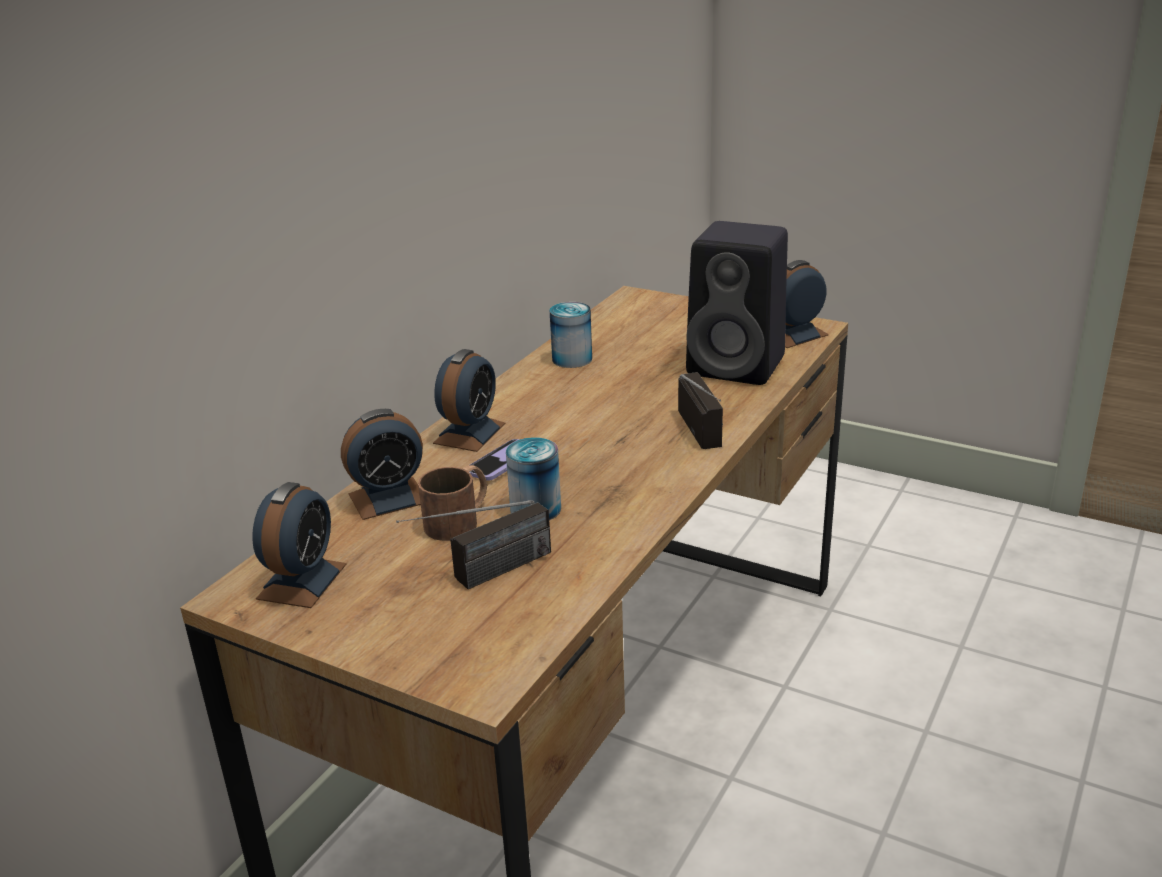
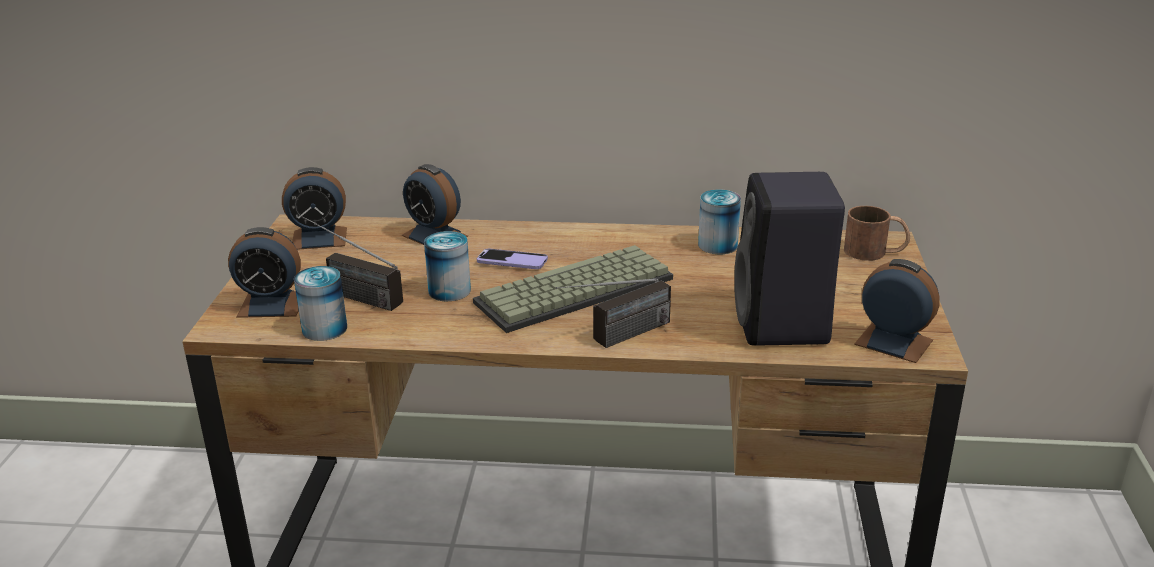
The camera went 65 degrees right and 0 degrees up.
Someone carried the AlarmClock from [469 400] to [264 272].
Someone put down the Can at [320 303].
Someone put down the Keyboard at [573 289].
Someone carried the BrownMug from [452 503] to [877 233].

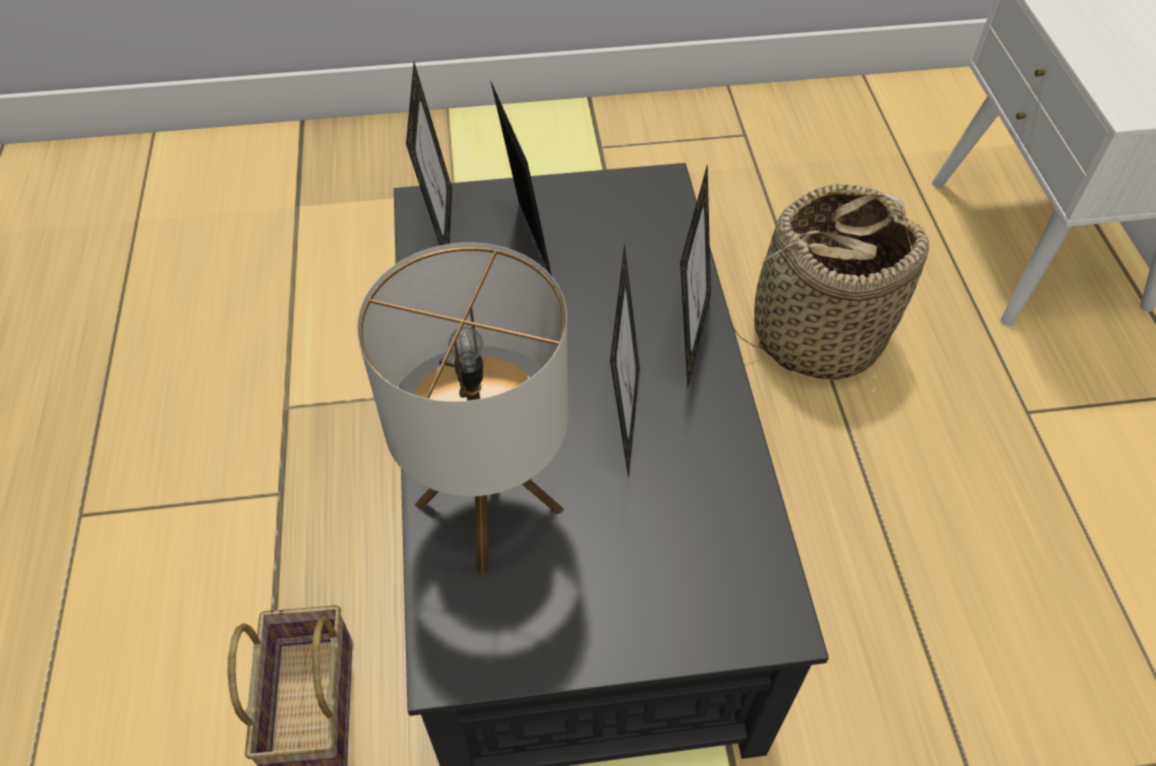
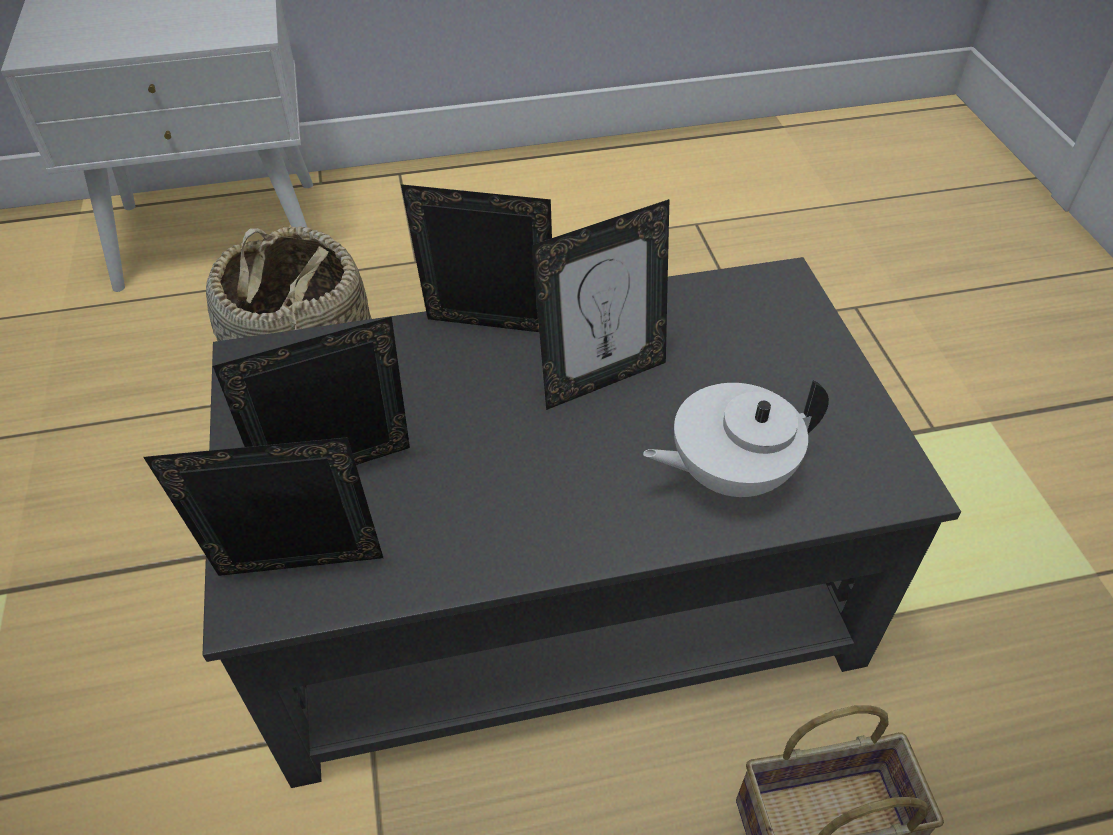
The camera went 95 degrees left and 5 degrees down.
Someone rotated the PictureFrame at [625 361] by 150 degrees clockwise.
Someone swapped the TableLamp at [462 408] for the WhiteTeapot at [736 438].

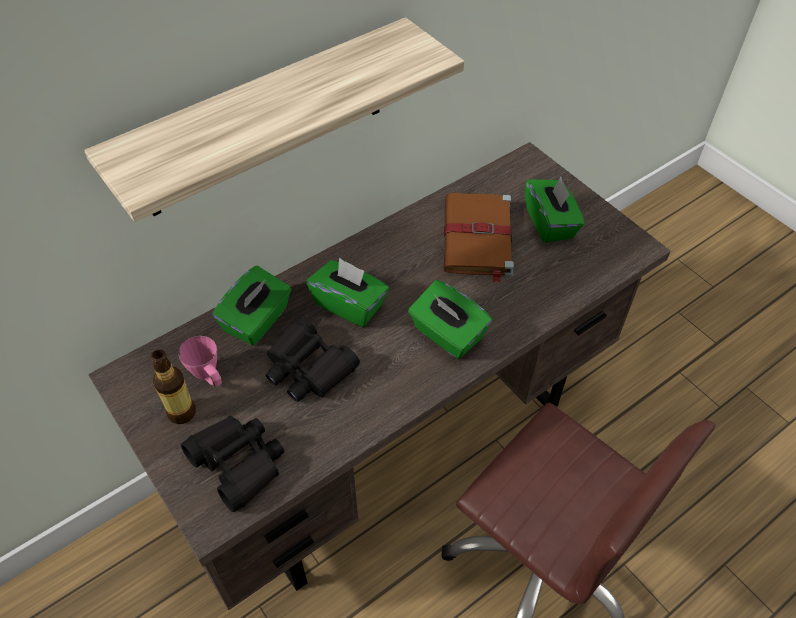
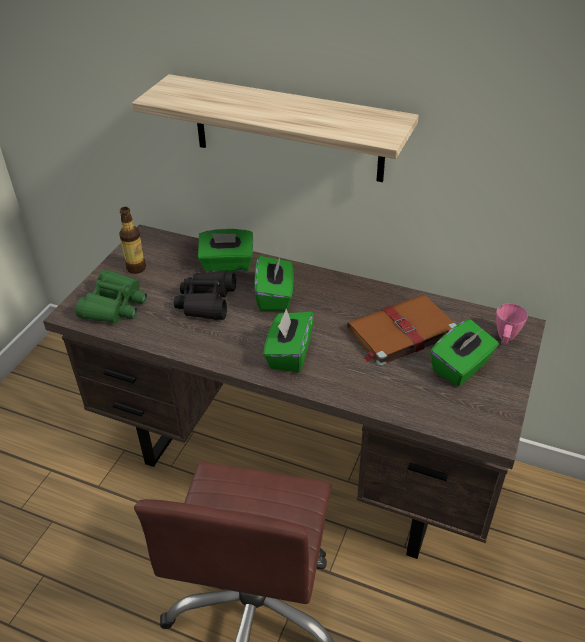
The camera went 60 degrees right and 10 degrees down.
Someone repainted the BlackBinoculars at [232 464], which became the GreenBinoculars at [111 297].
Someone carried the PinkMug from [200 361] to [512 323].

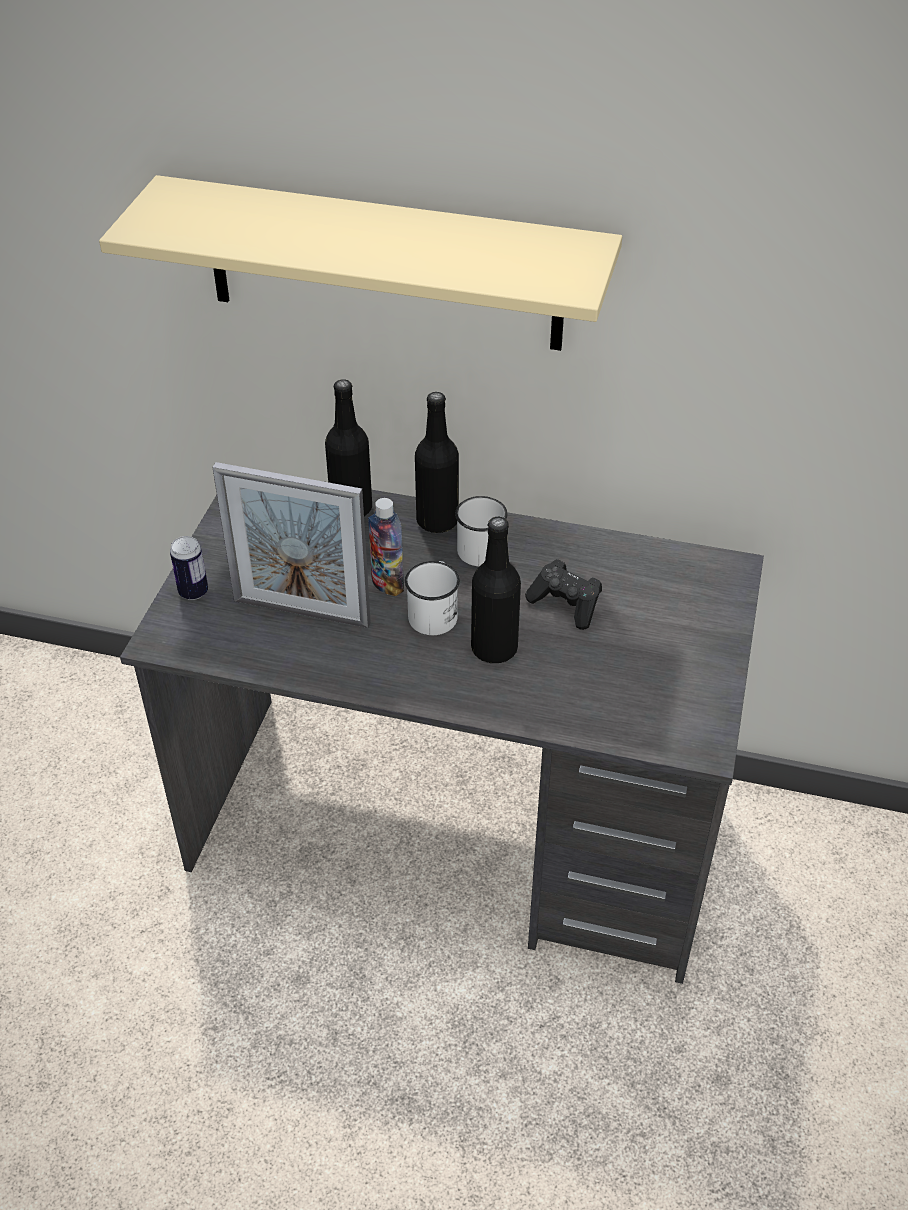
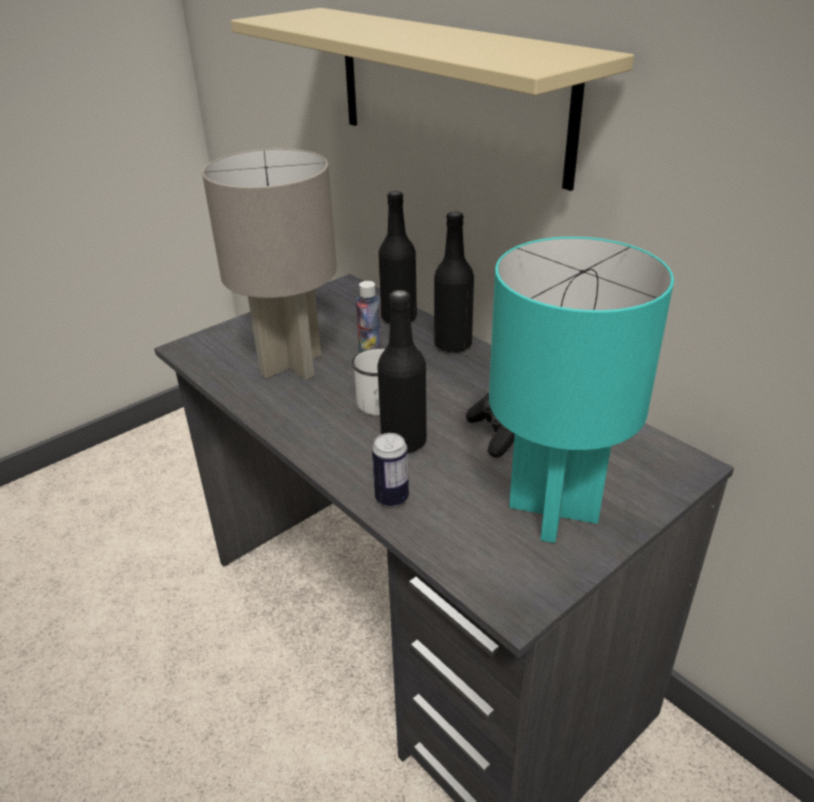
The camera went 35 degrees right and 10 degrees down.
Someone swapped the PictureFrame at [291 545] for the GreyTableLamp at [269 264].
Someone carried the Can from [189 568] to [390 470].
Someone put down the TurquoiseTableLamp at [581 390].
Someone took away the WhiteMug at [481 531].

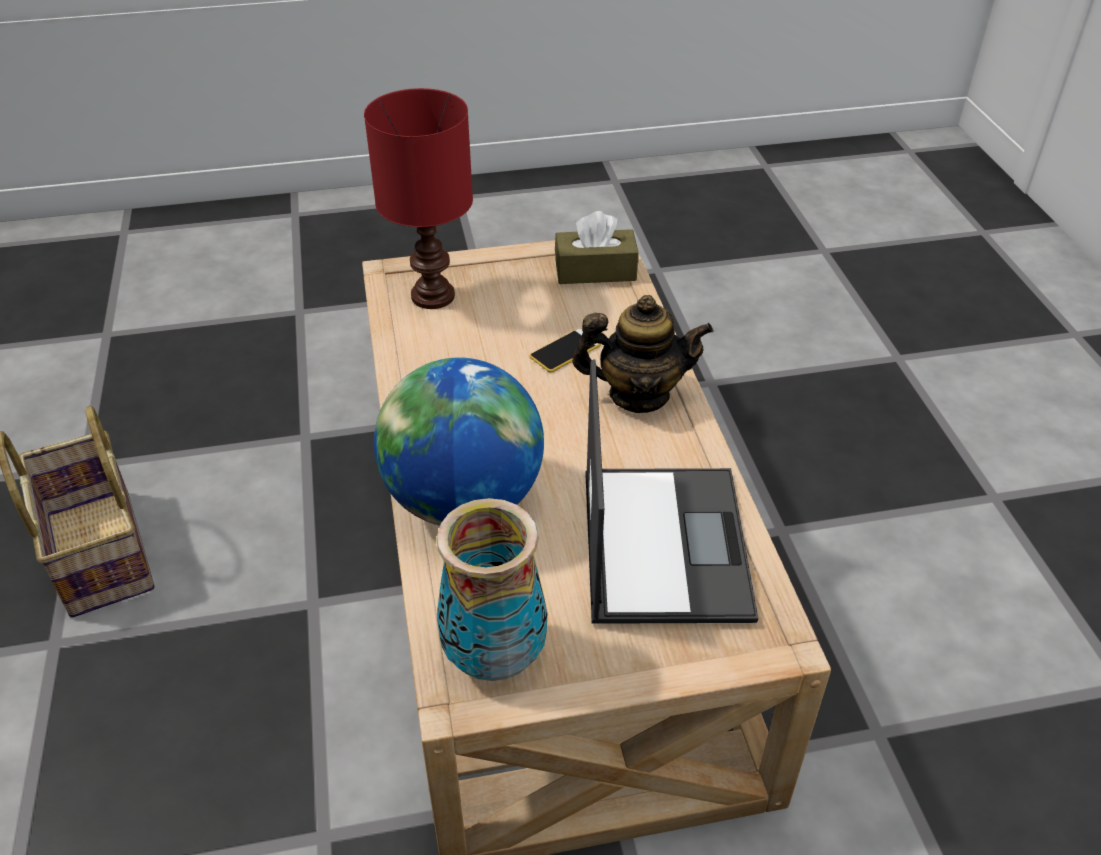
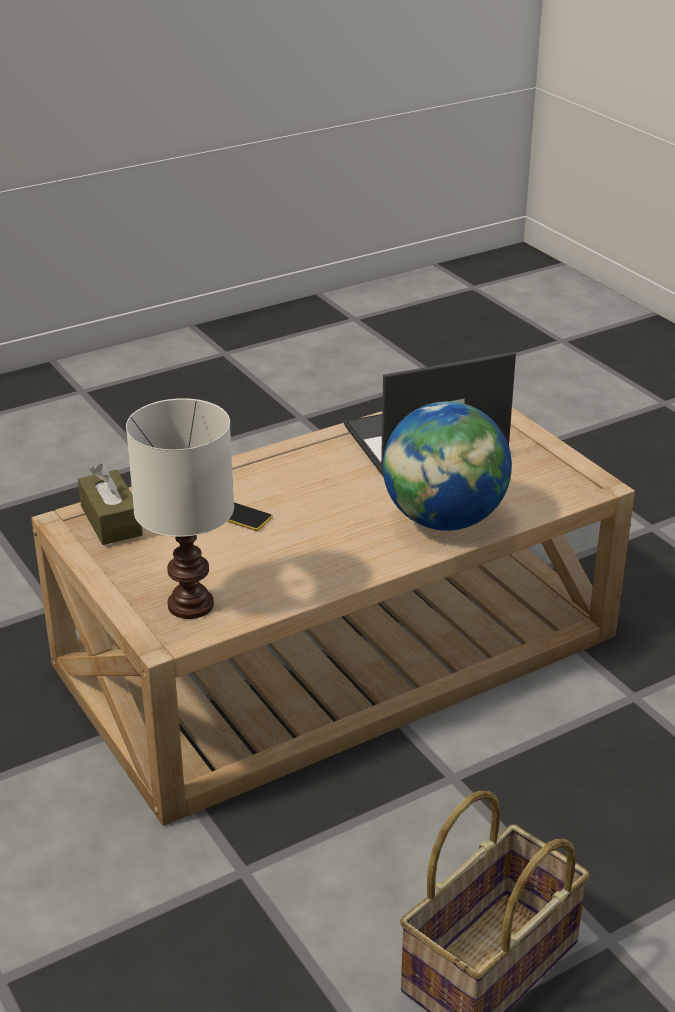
The camera went 110 degrees left and 10 degrees down.
Someone repainted the RedTableLamp at [418 198], which became the WhiteTableLamp at [180 508].
Someone took away the Vase at [491 589].
Someone took away the Teapot at [642 354].

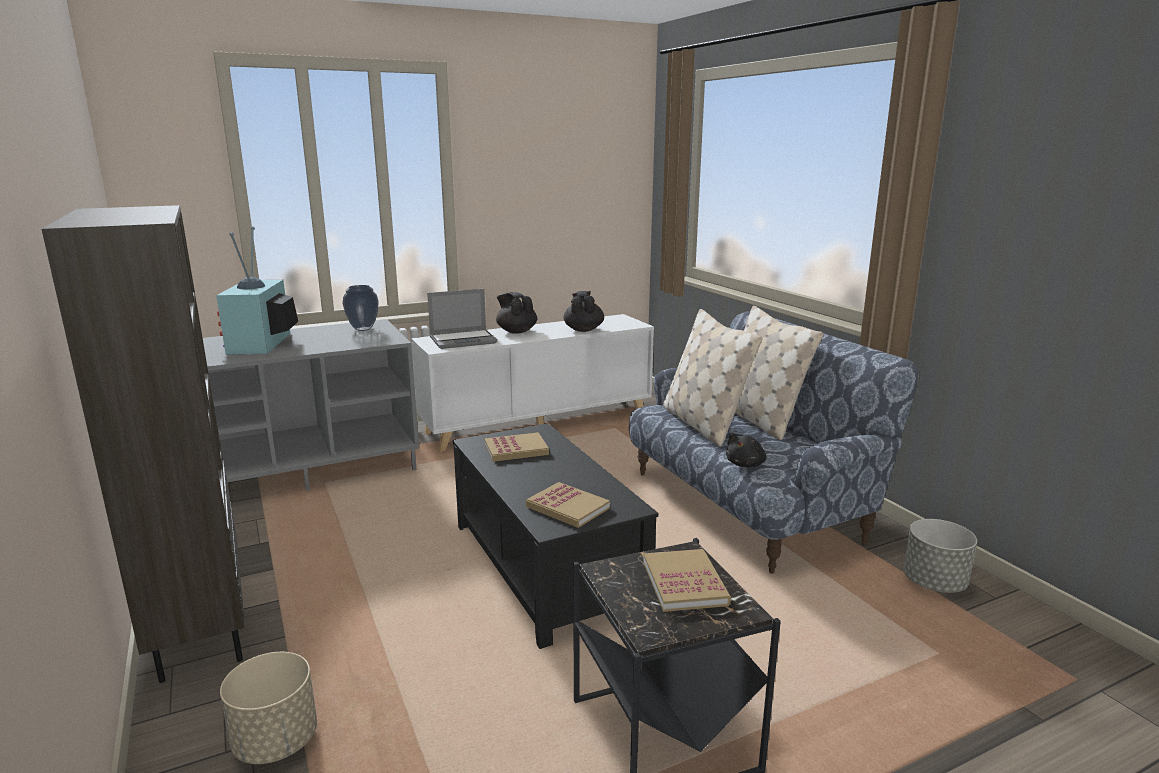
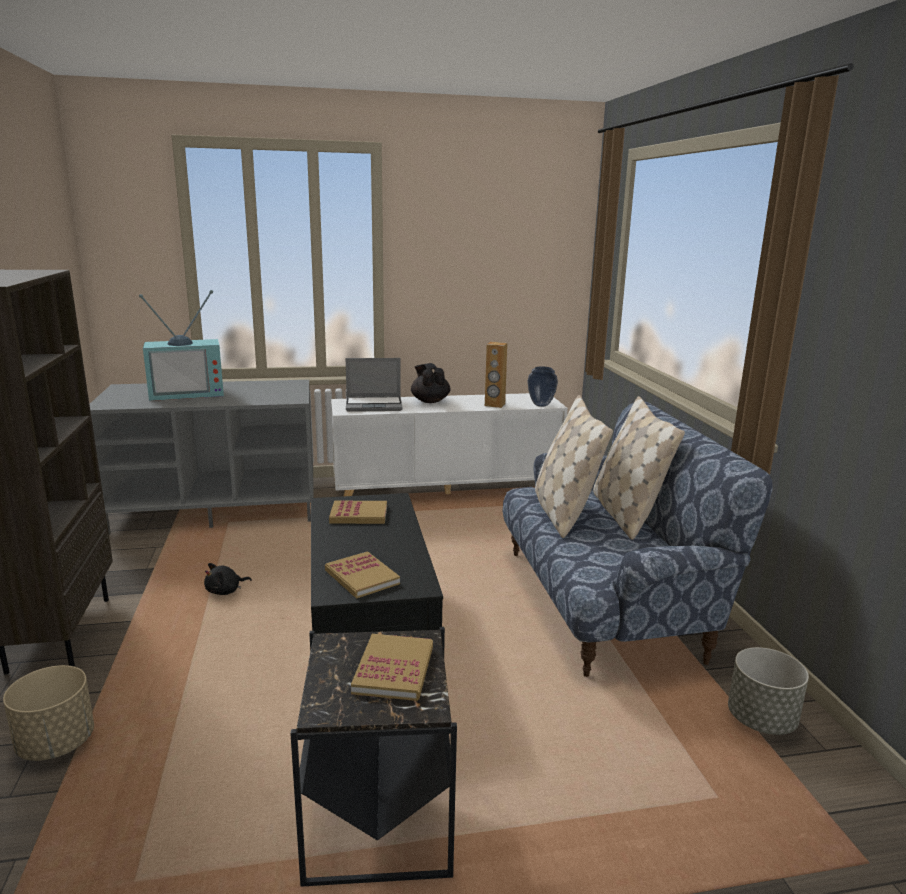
The camera went 15 degrees right and 0 degrees up.
Someone rotated the Television at [257 290] by 120 degrees counterclockwise.
Someone carried the BlackPlushToy from [746 450] to [228 579].
Someone swapped the BlackTeapot at [584 311] for the BrownSpeaker at [496 375].
Someone carried the Vase from [360 308] to [542 387].

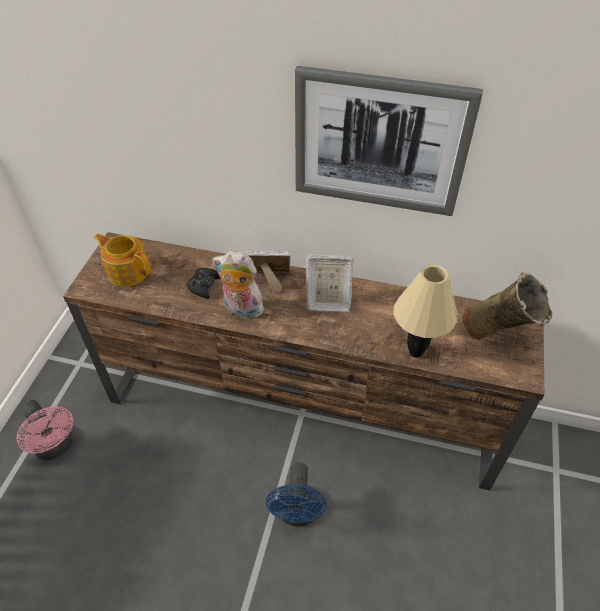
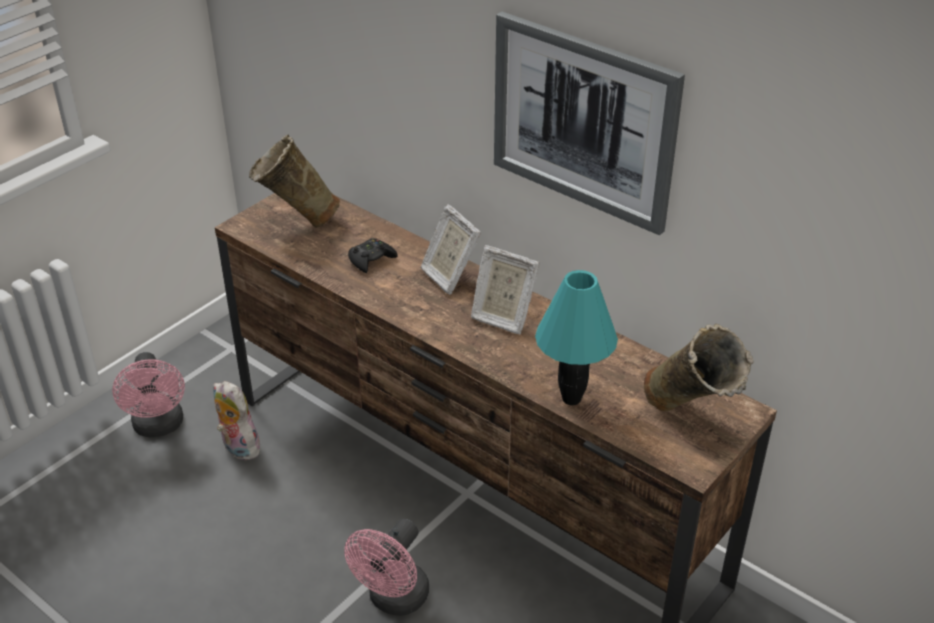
The camera went 25 degrees right and 10 degrees down.
Someone carried the PlushToy from [238 285] to [236 421].
Someone swapped the Teapot at [122 260] for the BeigeVase at [294 181].
Someone repainted the BlueFan at [296 494], which became the PinkFan at [386 567].
Someone rotated the PictureFrame at [268 272] by 150 degrees counterclockwise.
Someone repainted the BeigeTableLamp at [425 311], which became the TurquoiseTableLamp at [576 337].

